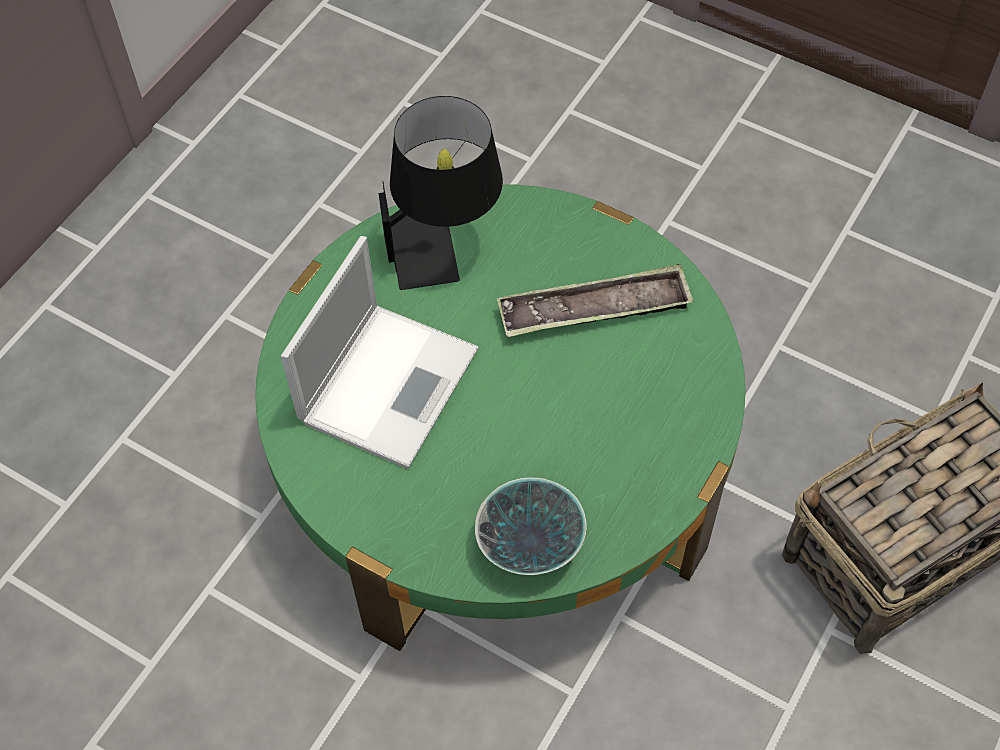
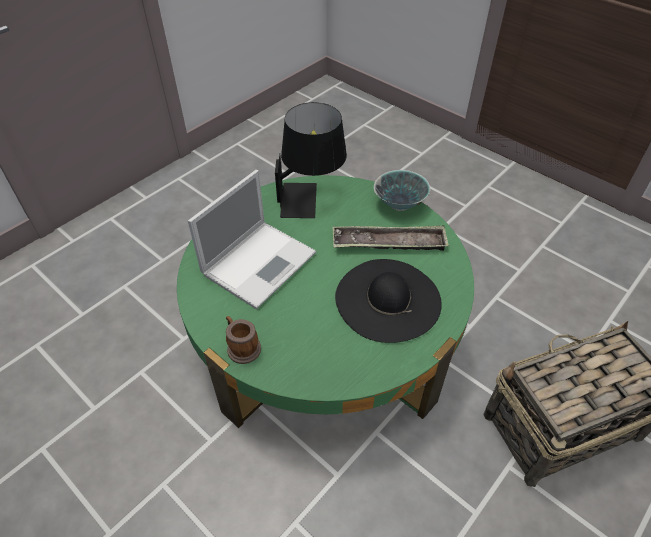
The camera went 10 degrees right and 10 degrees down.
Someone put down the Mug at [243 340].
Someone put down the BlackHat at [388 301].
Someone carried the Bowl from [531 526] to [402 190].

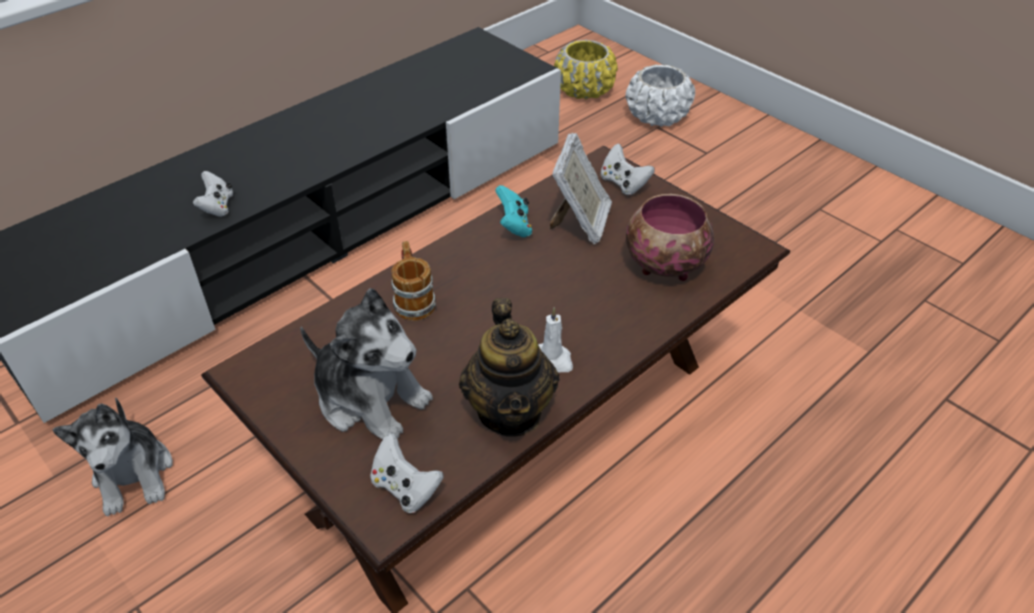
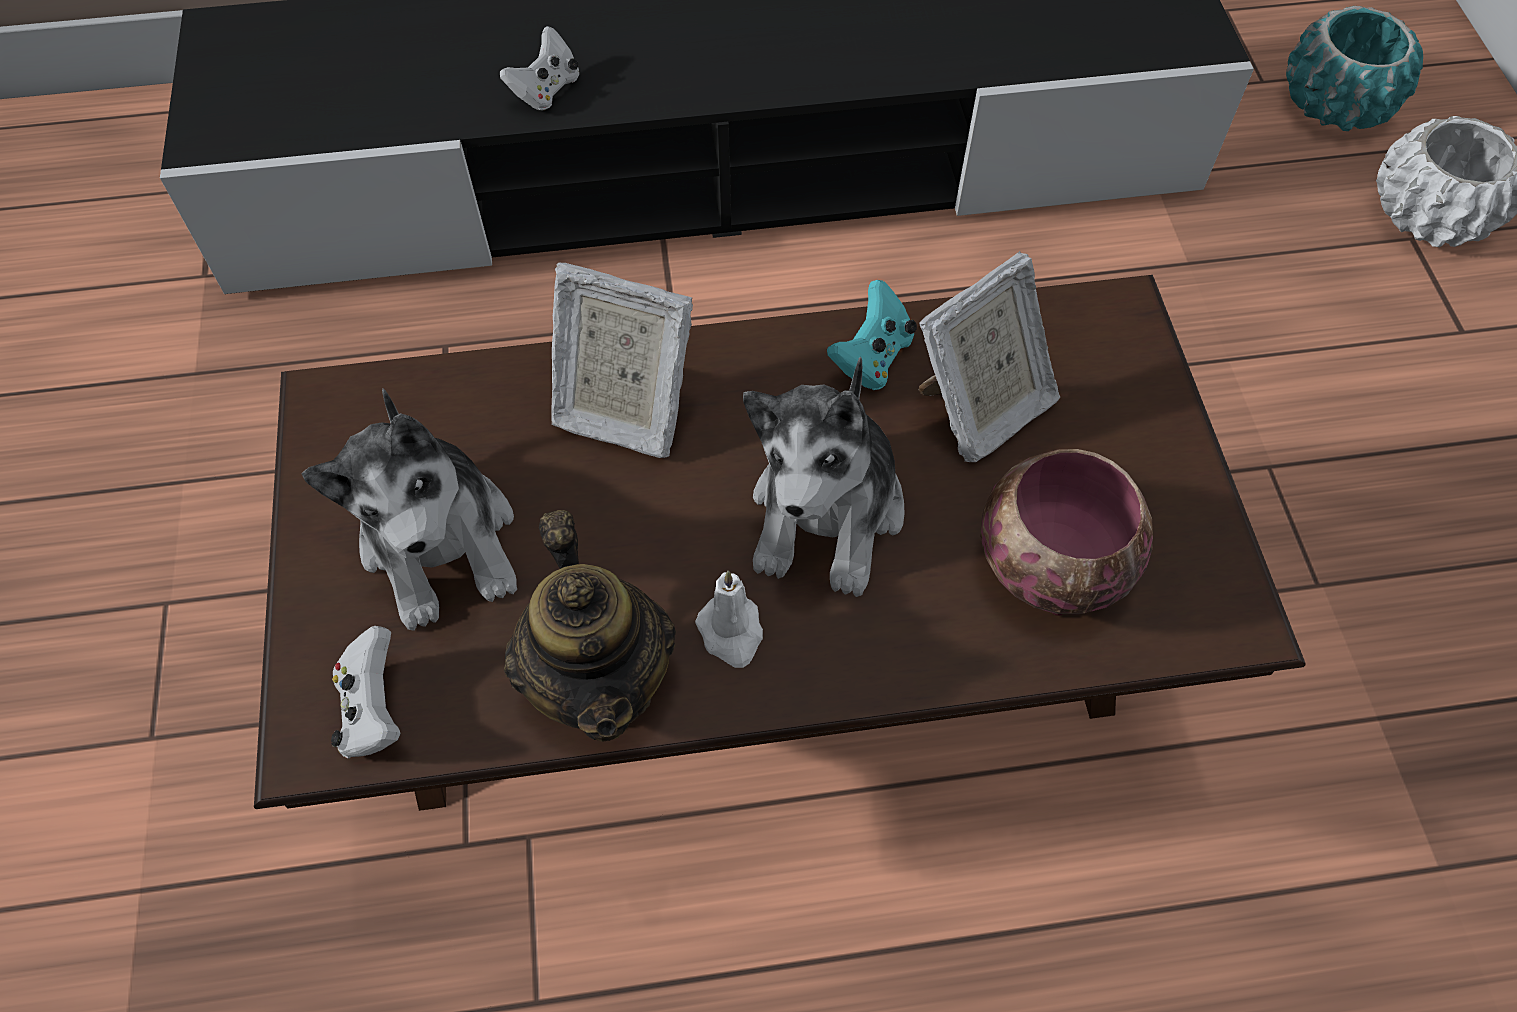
The camera went 35 degrees right and 15 degrees up.
Someone rotated the Teapot at [509 367] by 45 degrees counterclockwise.
Someone swapped the Mug at [413 281] for the PictureFrame at [622 360].
Someone carried the PlushToy from [112 457] to [824 477].
Someone repainted the YellowPlanter at [586 69], which became the TurquoisePlanter at [1354 68].
Someone took away the WhiteGameController at [628 169].

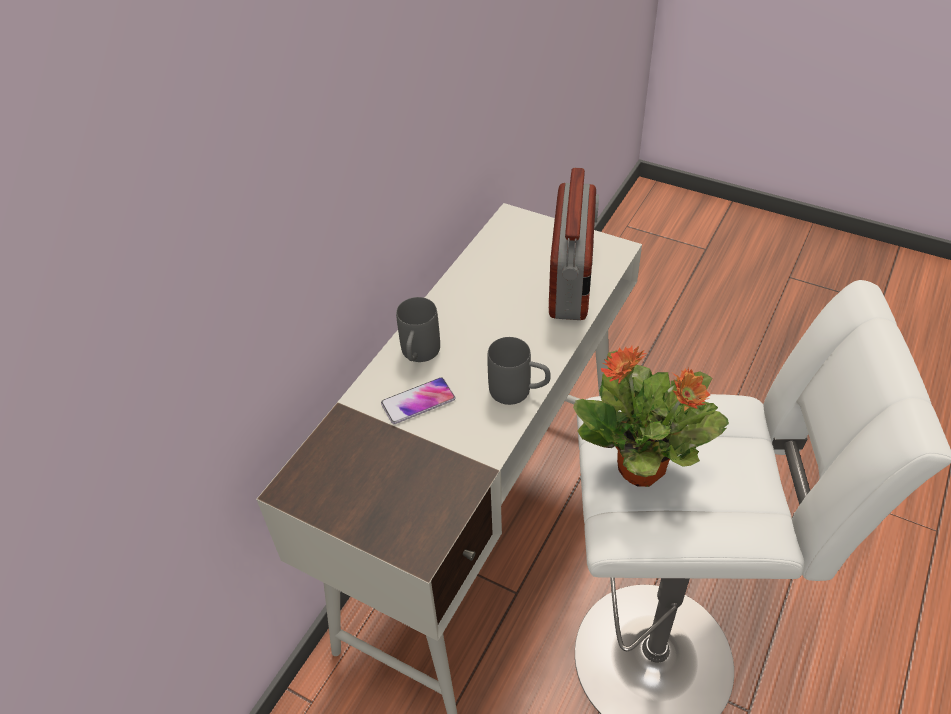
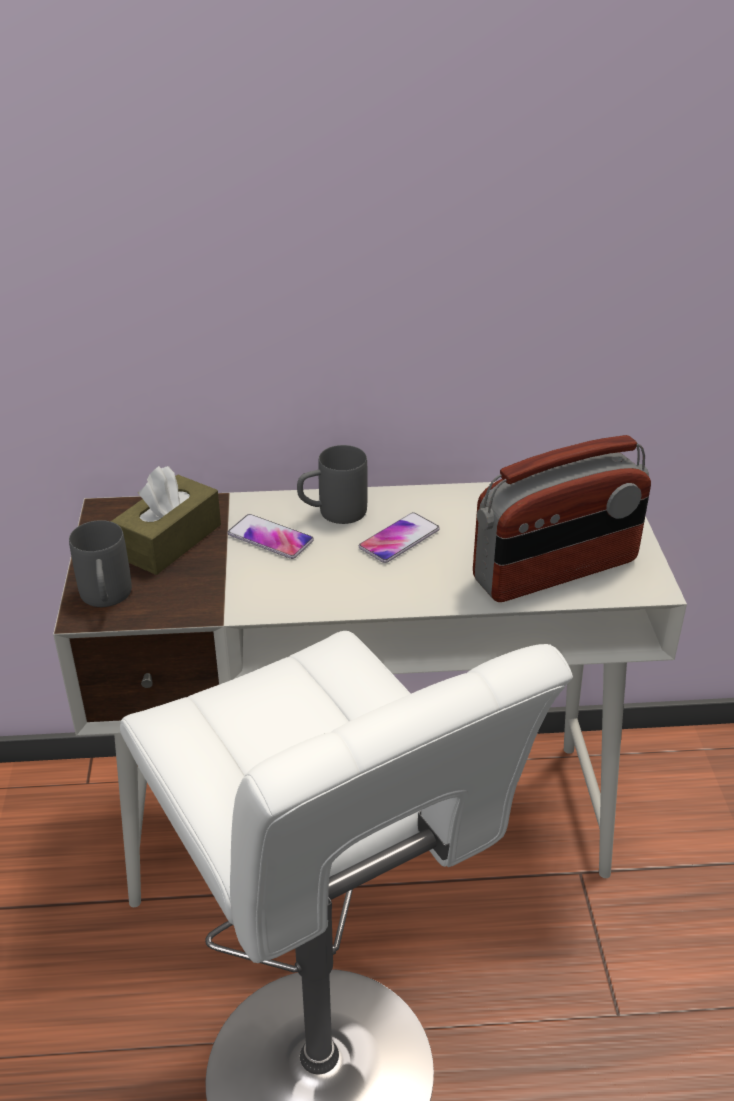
The camera went 55 degrees right and 10 degrees down.
Someone carried the GreyMug from [519 371] to [100 563].
Someone put down the BrownTissueBox at [166 520].
Someone put down the Phone at [399 537].
Someone took away the PottedPlant at [651 416].

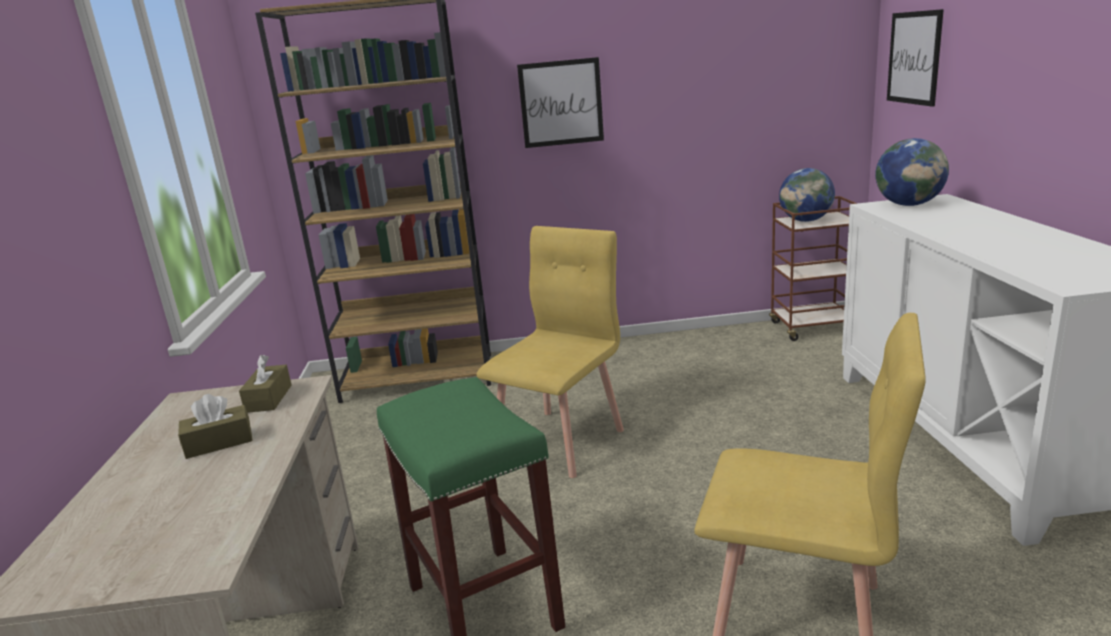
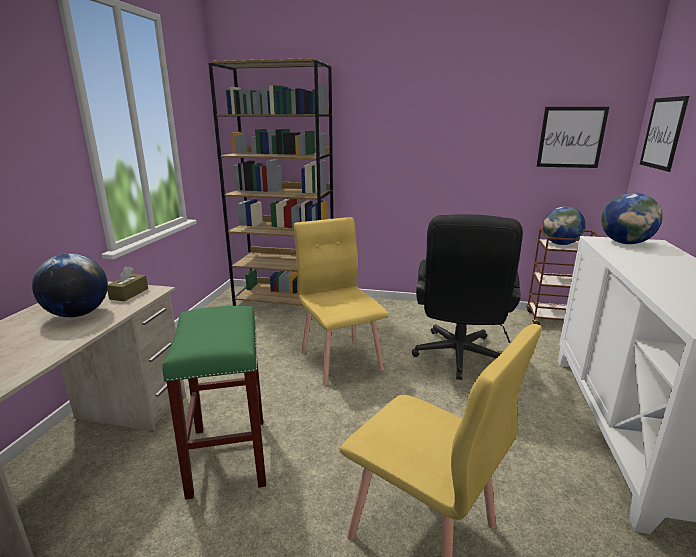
The camera went 15 degrees right and 0 degrees up.
Someone swapped the BrownTissueBox at [215 426] for the Globe at [70 285].
Someone rotated the YellowChair at [550 352] by 75 degrees counterclockwise.
Someone put down the BlackOfficeChair at [467 297].
Someone carried the Picture from [560 102] to [572 137].

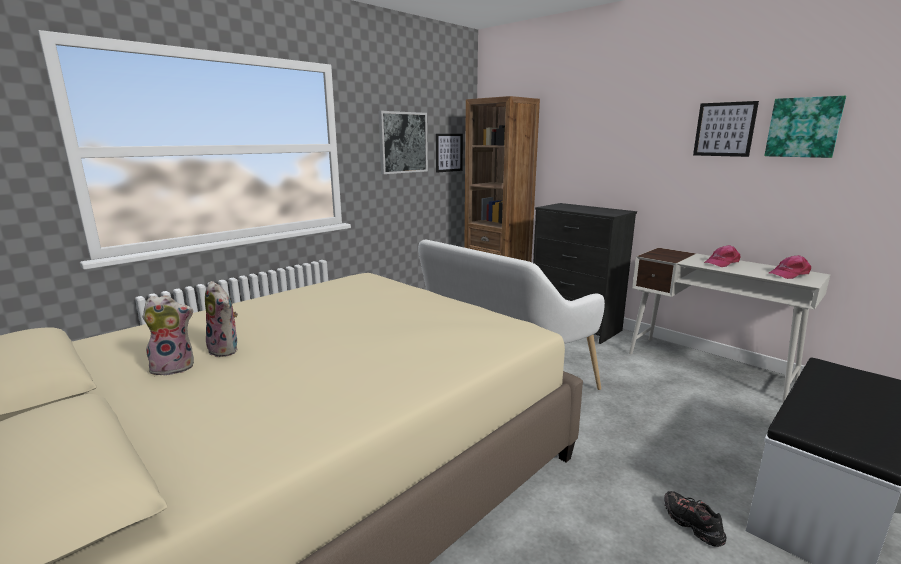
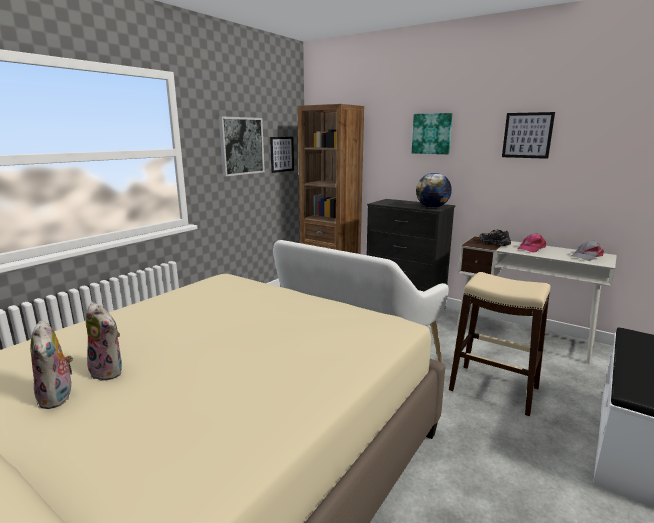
The camera went 10 degrees left and 0 degrees up.
Someone rotated the PlushToy at [168 335] by 90 degrees clockwise.
Someone carried the Picture from [805 127] to [432 133].
Someone put down the Globe at [434 190].
Someone put down the BeigeStool at [500 344].
Someone carried the BlackShoe from [695 519] to [495 237].
Someone repainted the PinkCap at [790 267], which became the GreyCap at [587 251].

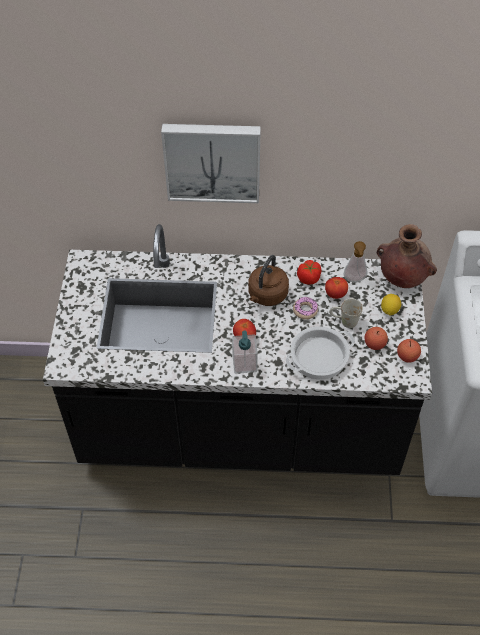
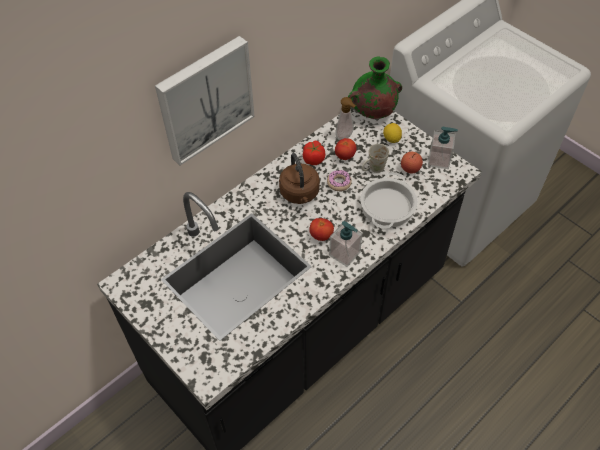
The camera went 45 degrees left and 0 degrees up.
Someone repainted the BrownVase at [407 256], which became the GreenVase at [375 87].
Someone swapped the Apple at [409 351] for the SoapDispenser at [443 148].

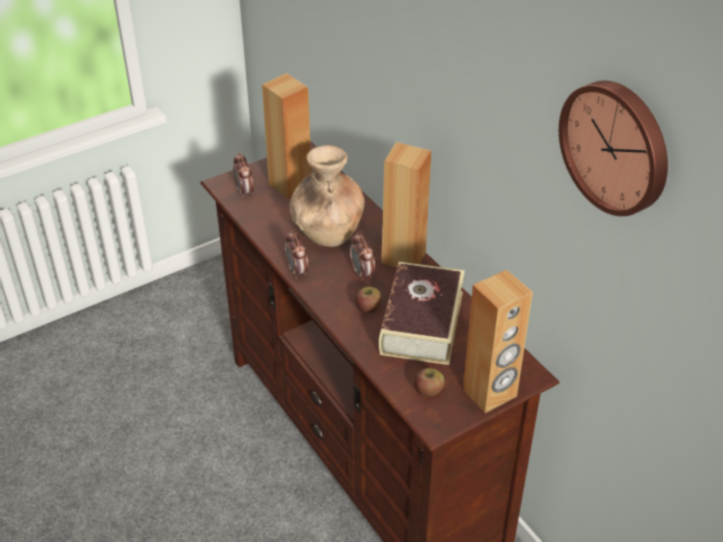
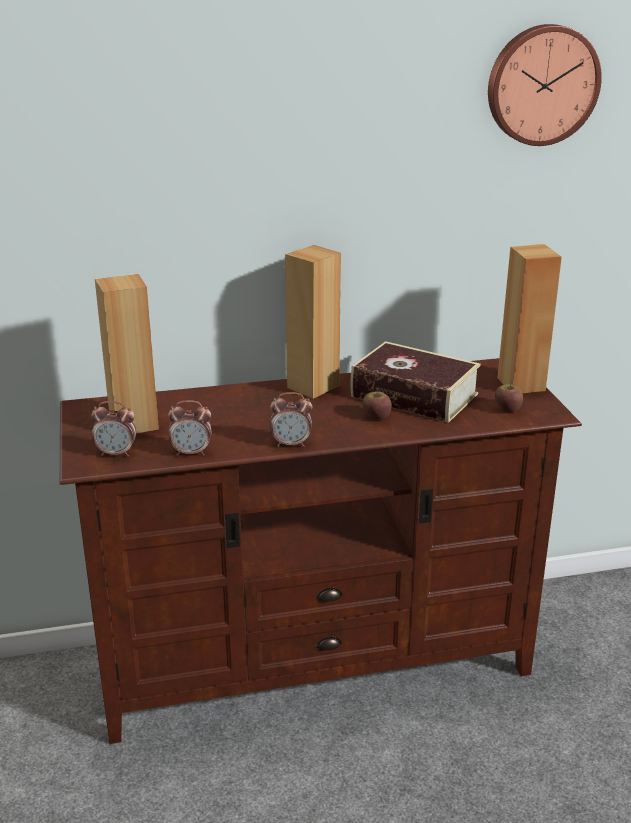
The camera went 70 degrees left and 15 degrees down.
Someone carried the AlarmClock from [362 257] to [189 428].
Someone took away the BrownVase at [327 196].

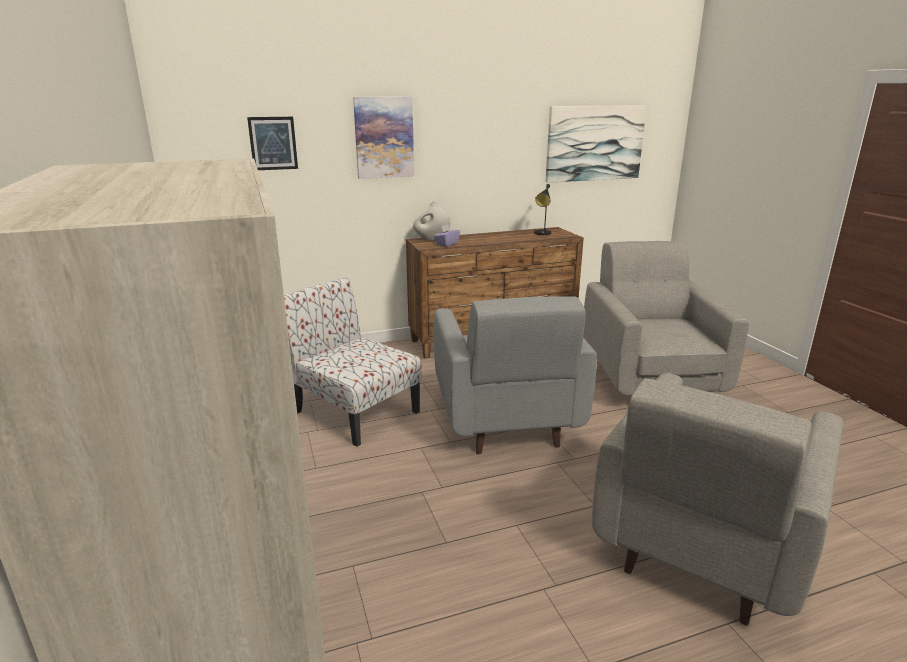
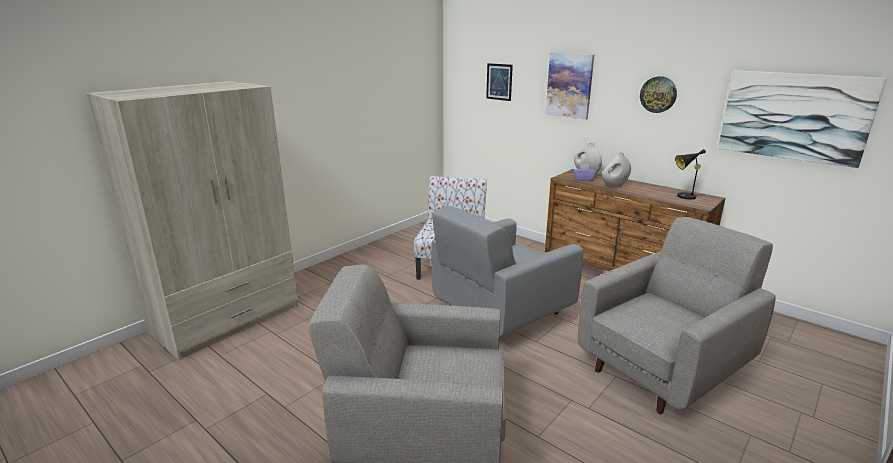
The camera went 60 degrees right and 0 degrees up.
Someone put down the WhiteVase at [616 170].
Someone put up the WallClock at [658 94].

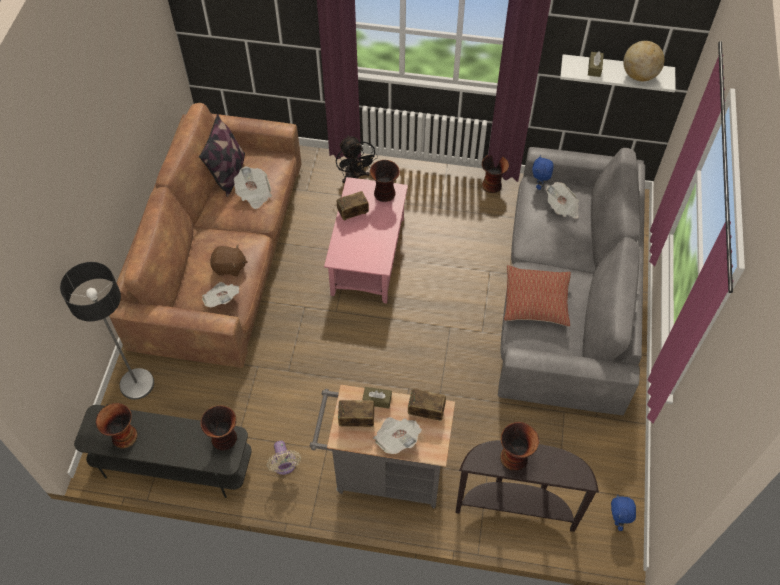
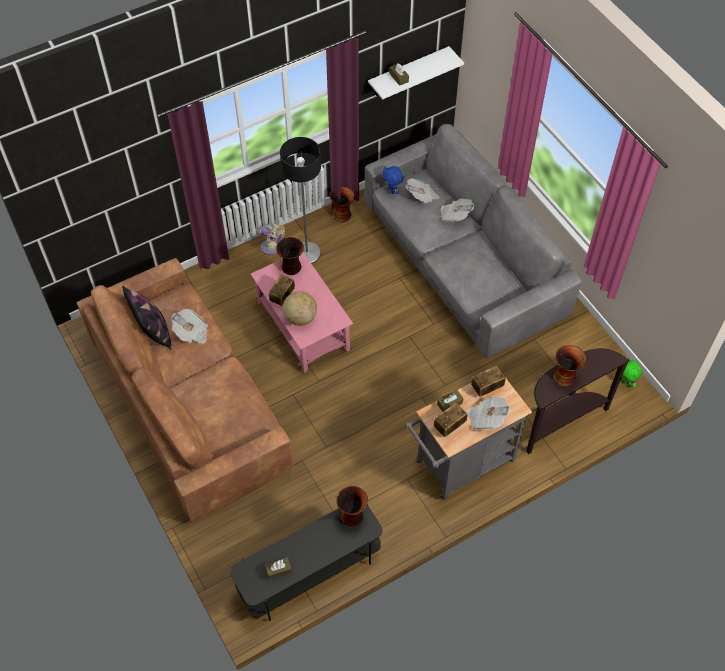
The camera went 40 degrees left and 0 degrees up.
Someone carried the BeigeFan from [283 458] to [273 239].
Someone swapped the Vase at [117 426] for the BrownTissueBox at [278 568].
Someone carried the FloorLamp from [107 331] to [300 200].
Someone carried the Globe from [643 61] to [300 308].
Someone carried the Newspaper from [220 294] to [457 210].
Someone repainted the BluePlushToy at [623 513], which became the GreenPlushToy at [631 374].
Someone took away the BrownPlushToy at [229 260].
Someone took away the BlackFan at [357 159].
Someone took away the Pillow at [537 296].

